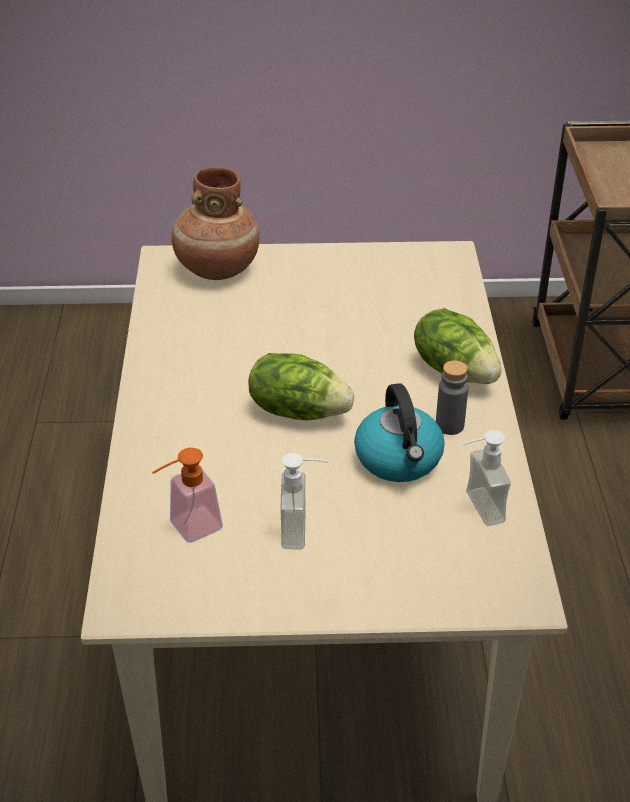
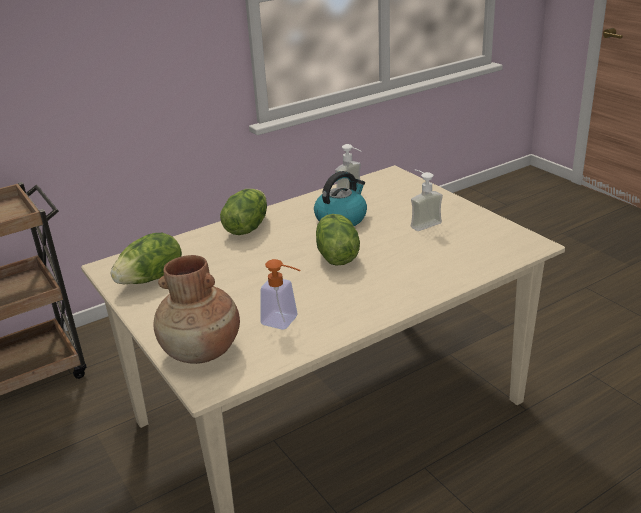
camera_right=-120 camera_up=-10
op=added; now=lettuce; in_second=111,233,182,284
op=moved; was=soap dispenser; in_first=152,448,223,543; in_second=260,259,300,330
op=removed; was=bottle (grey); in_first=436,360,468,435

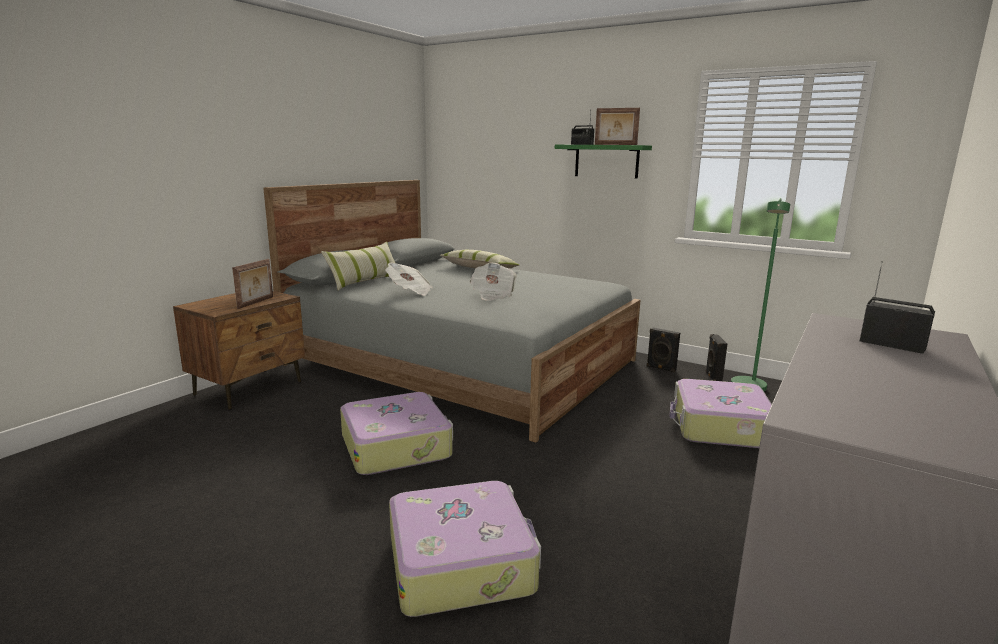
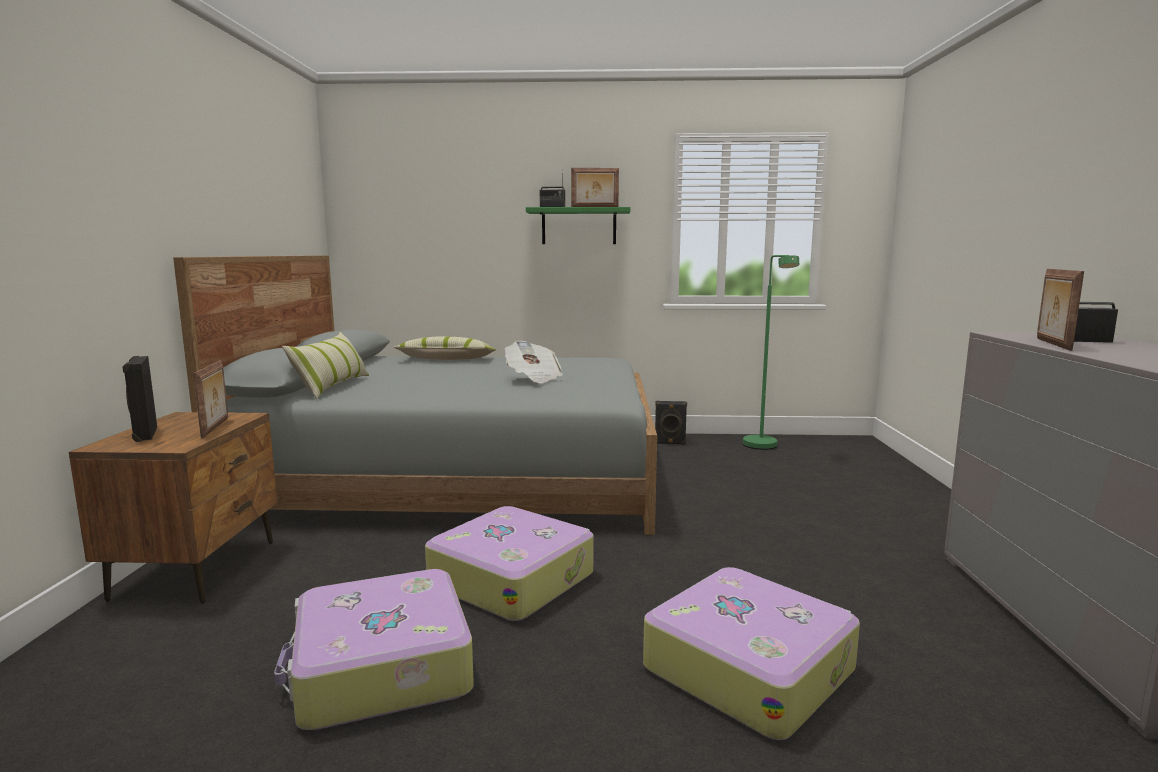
camera_right=-30 camera_up=-5
op=moved; was=speaker (black); in_first=705,334,727,381; in_second=123,356,157,442
op=moved; was=suitcase; in_first=670,379,772,448; in_second=274,569,474,730
op=added; now=picture frame; in_second=1037,269,1084,351
op=removed; was=newspaper; in_first=385,262,433,295

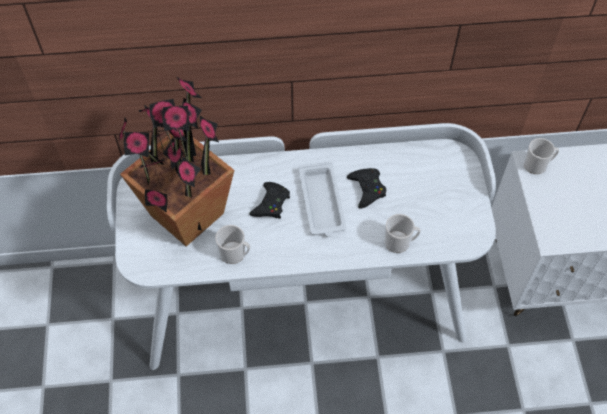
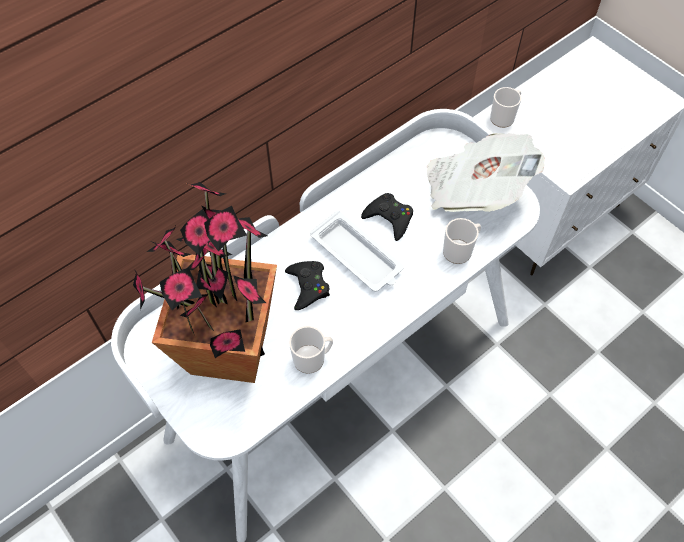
camera_right=-35 camera_up=0
op=added; now=newspaper; in_second=427,133,545,212

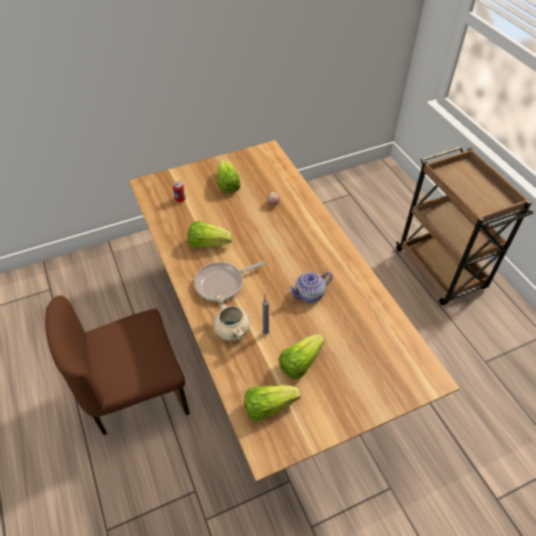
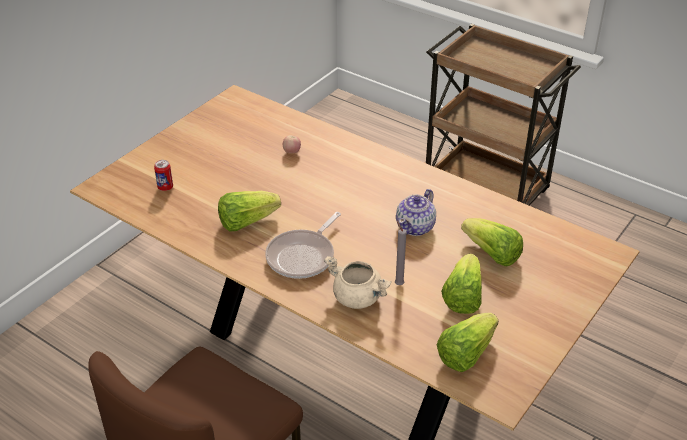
camera_right=-30 camera_up=-10
op=moved; was=lettuce; in_first=217,160,241,193; in_second=461,218,523,266

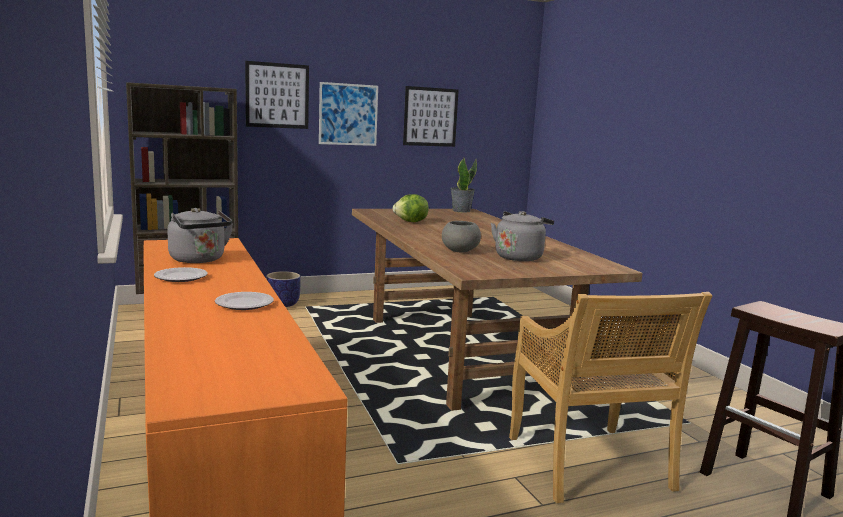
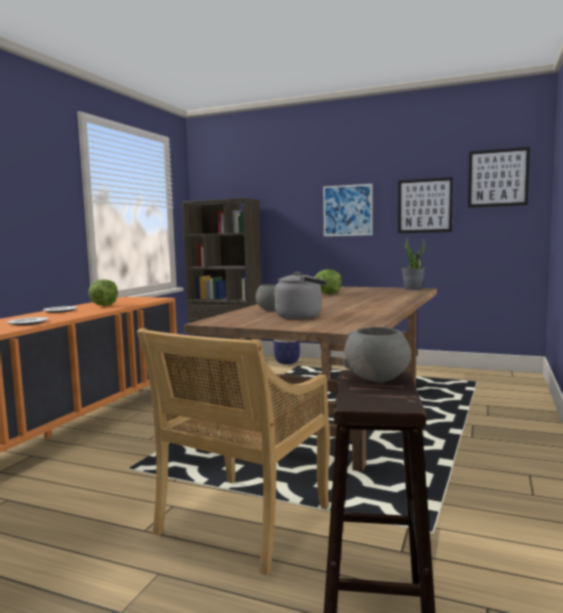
camera_right=45 camera_up=-5
op=replaced; was=kettle (grey); now=lettuce; in_first=167,208,233,263; in_second=88,279,118,306
op=added; now=bowl (grey); in_second=343,327,411,382
op=moved; was=picture; in_first=245,61,309,129; in_second=468,147,530,208

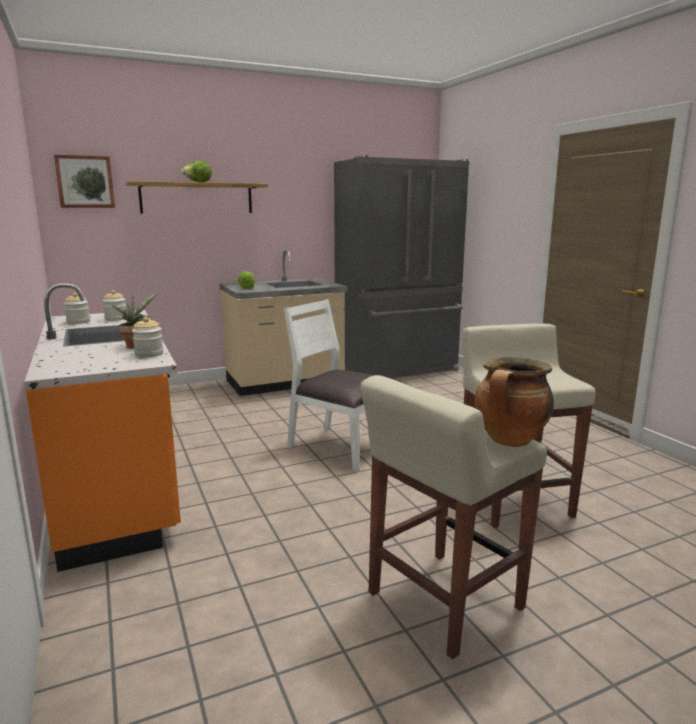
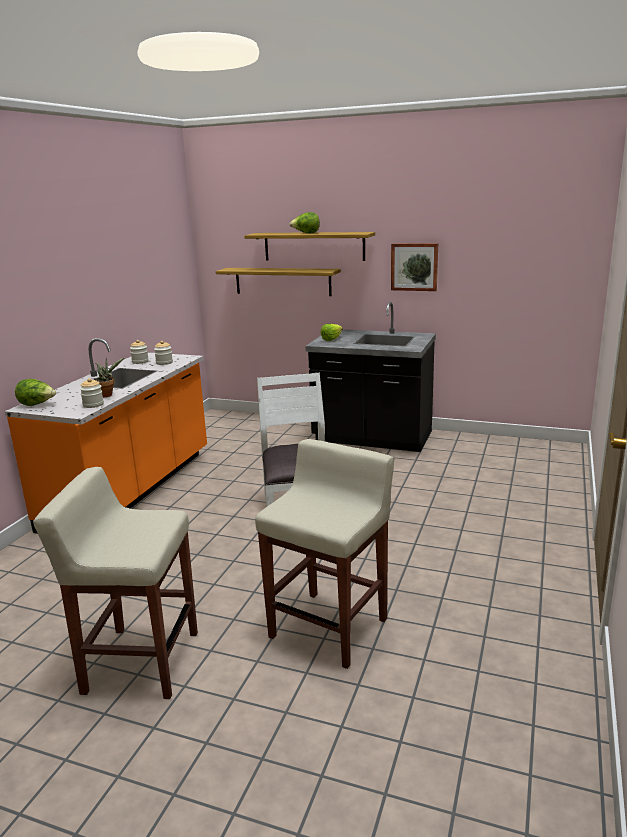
camera_right=45 camera_up=5
op=added; now=lettuce; in_second=15,379,56,406
op=added; now=shelf; in_second=215,268,341,296
op=recoloured; was=counter (beige); now=counter (black); in_first=219,250,347,396; in_second=305,302,436,452
op=moved; was=picture; in_first=54,155,115,208; in_second=391,243,438,291
op=removed; was=fridge (grey); in_first=334,155,470,378
op=removed; was=cooking pot; in_first=474,357,554,447

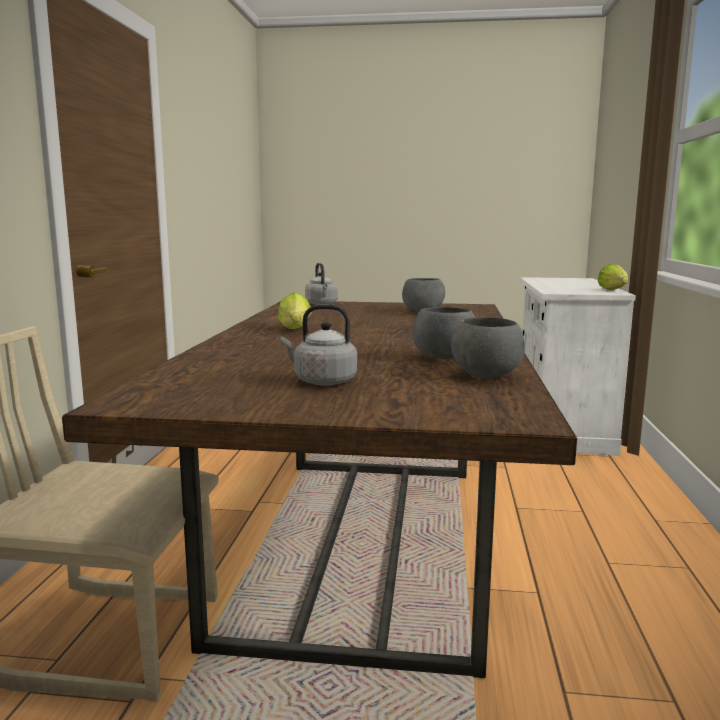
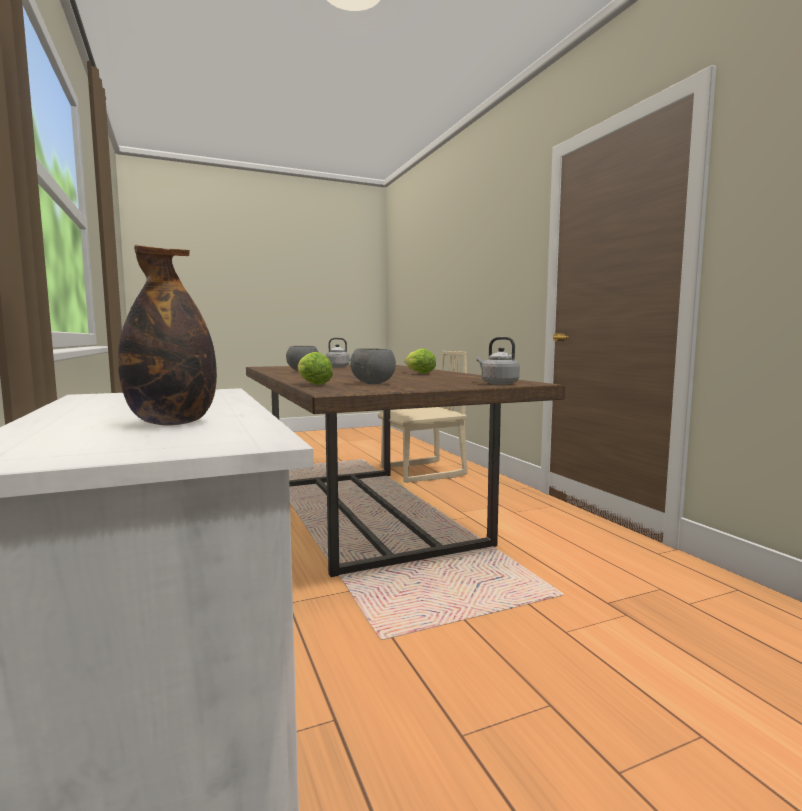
camera_right=150 camera_up=-5
op=added; now=bottle; in_second=118,245,217,426
op=moved; was=lettuce; in_first=598,264,628,290; in_second=298,352,333,385
op=removed; was=bowl (grey); in_first=451,317,525,378

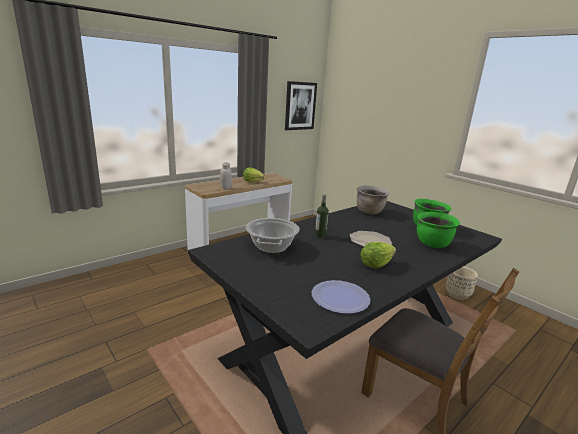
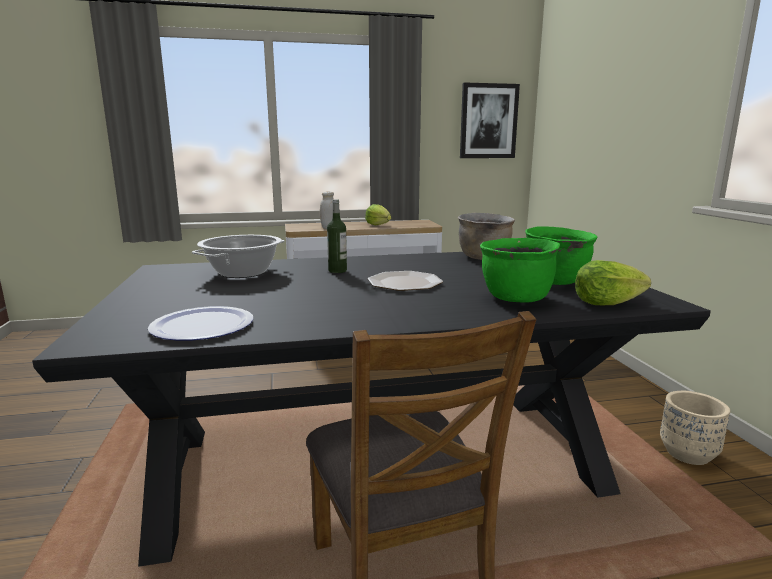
camera_right=30 camera_up=-5
op=moved; was=lettuce; in_first=361,242,396,268; in_second=575,260,651,305

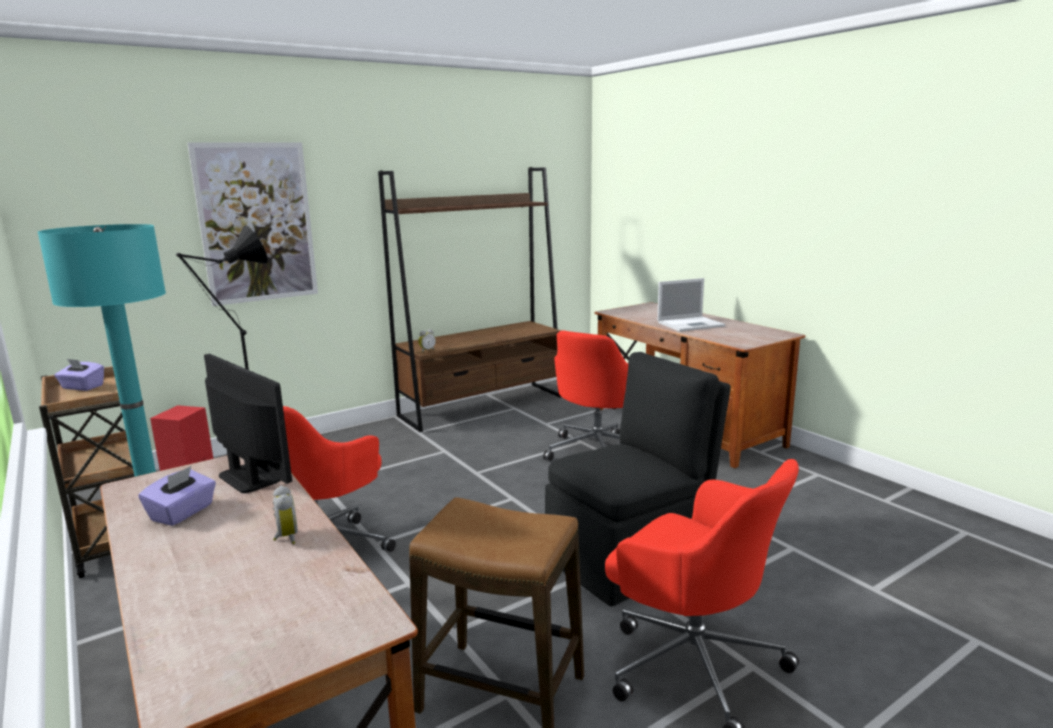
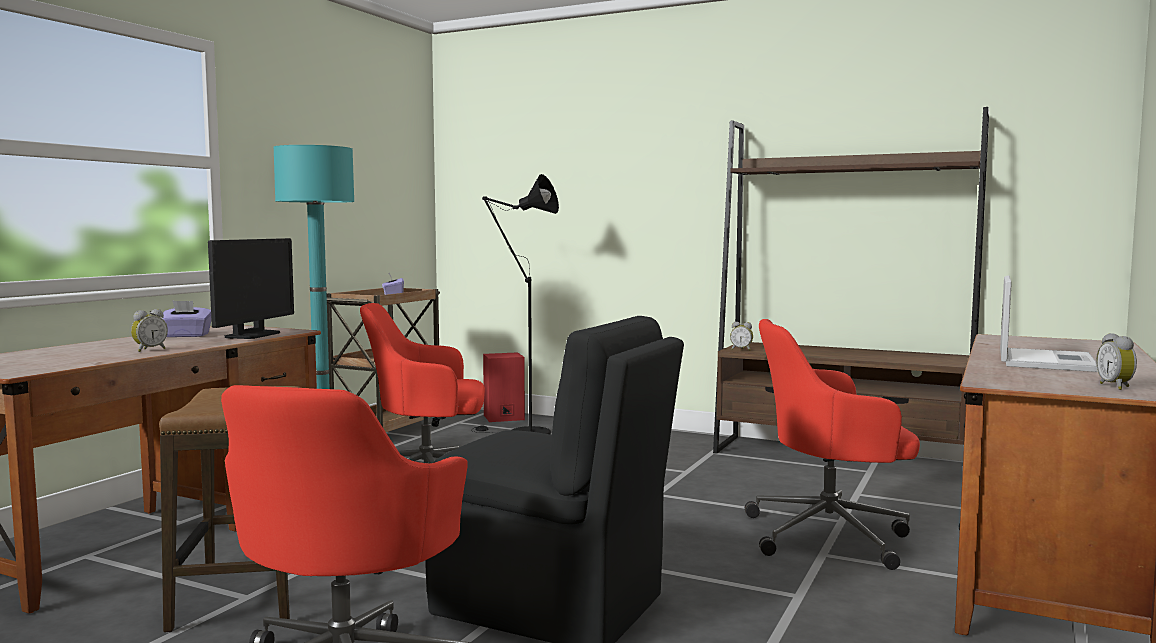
camera_right=60 camera_up=-10
op=turned; was=laptop; in_first=657,278,725,332; in_second=1000,275,1098,372; clockwise=-105
op=added; now=alarm clock; in_second=1096,333,1137,390
op=removed; was=picture; in_first=187,142,318,306

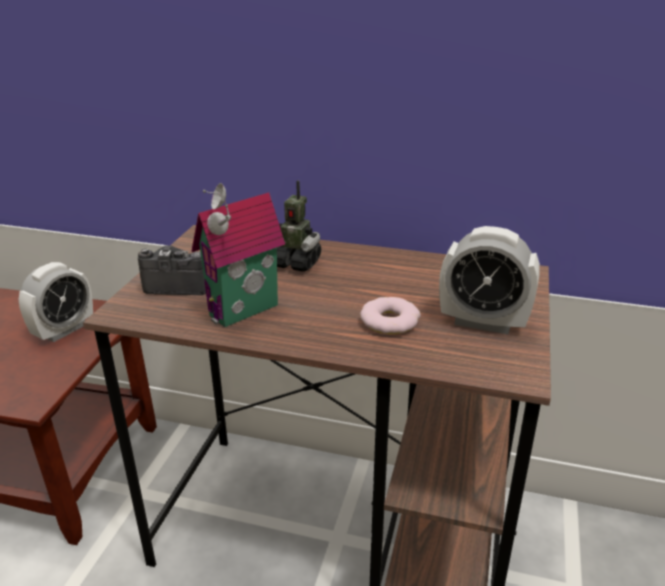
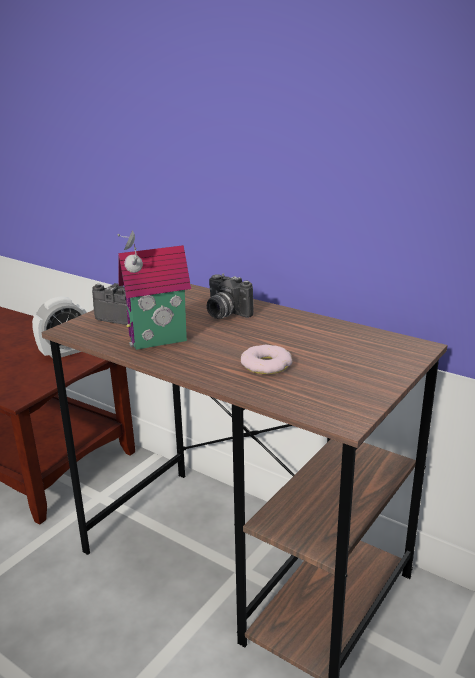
camera_right=20 camera_up=-5
op=replaced; was=toy robot; now=photo camera; in_first=277,180,321,272; in_second=207,273,254,319
op=removed; was=alarm clock; in_first=439,226,540,335

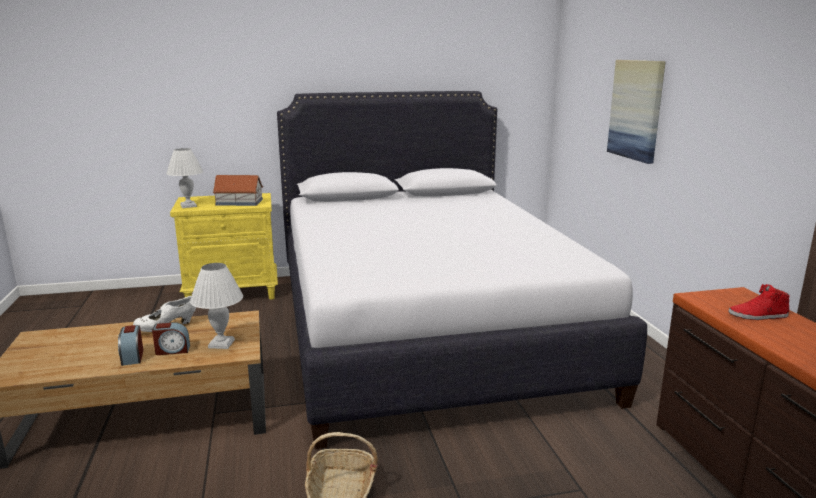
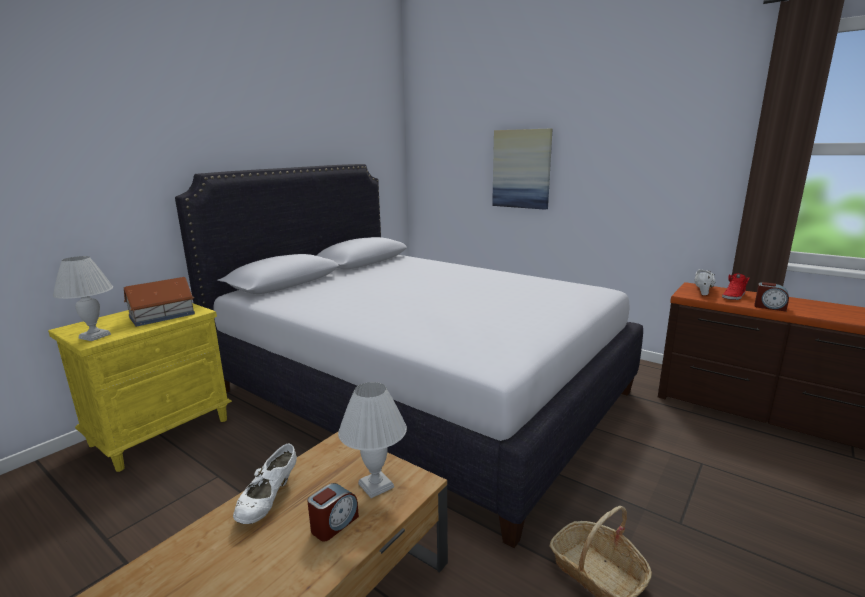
camera_right=-40 camera_up=0
op=added; now=shoe (white); in_second=695,269,716,295
op=moved; was=alarm clock; in_first=118,325,143,366; in_second=754,282,789,312

